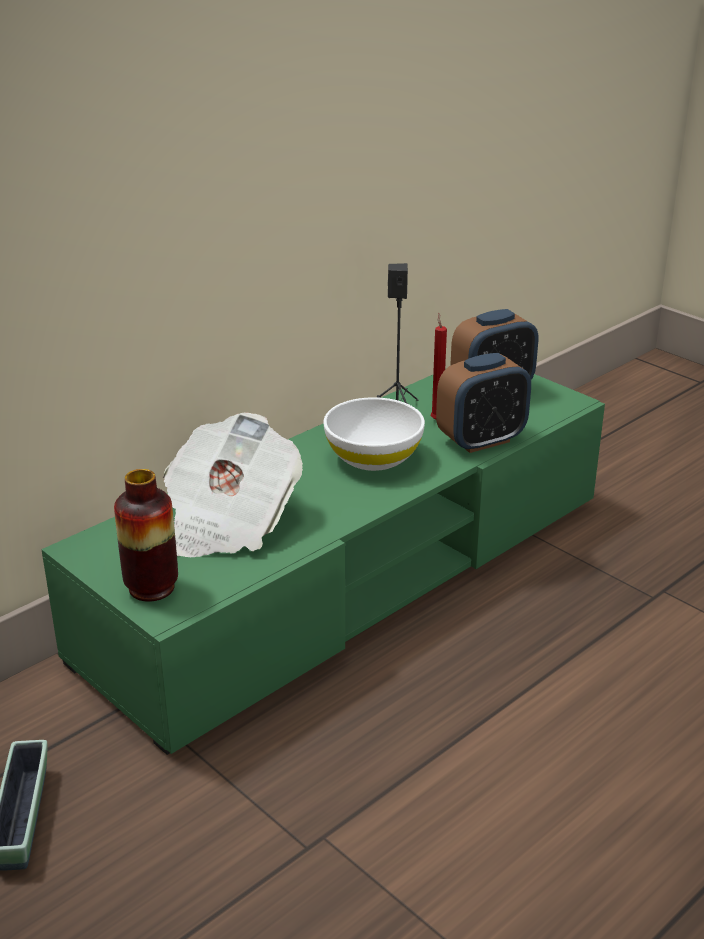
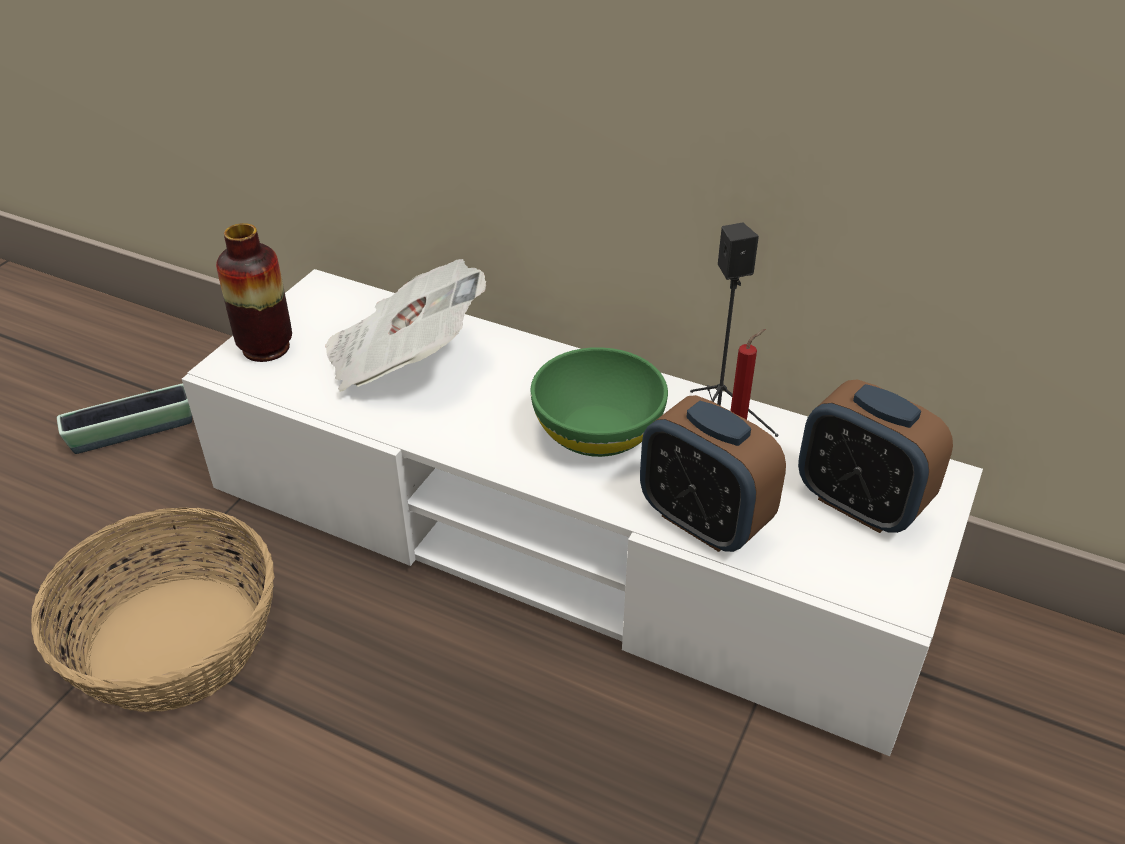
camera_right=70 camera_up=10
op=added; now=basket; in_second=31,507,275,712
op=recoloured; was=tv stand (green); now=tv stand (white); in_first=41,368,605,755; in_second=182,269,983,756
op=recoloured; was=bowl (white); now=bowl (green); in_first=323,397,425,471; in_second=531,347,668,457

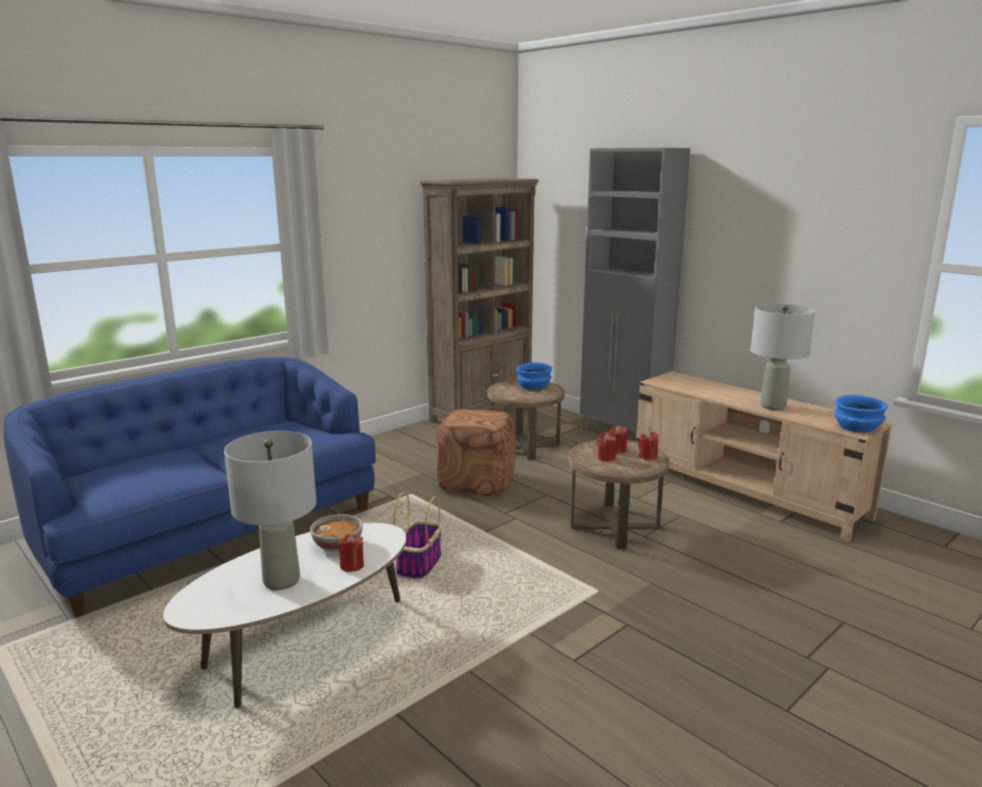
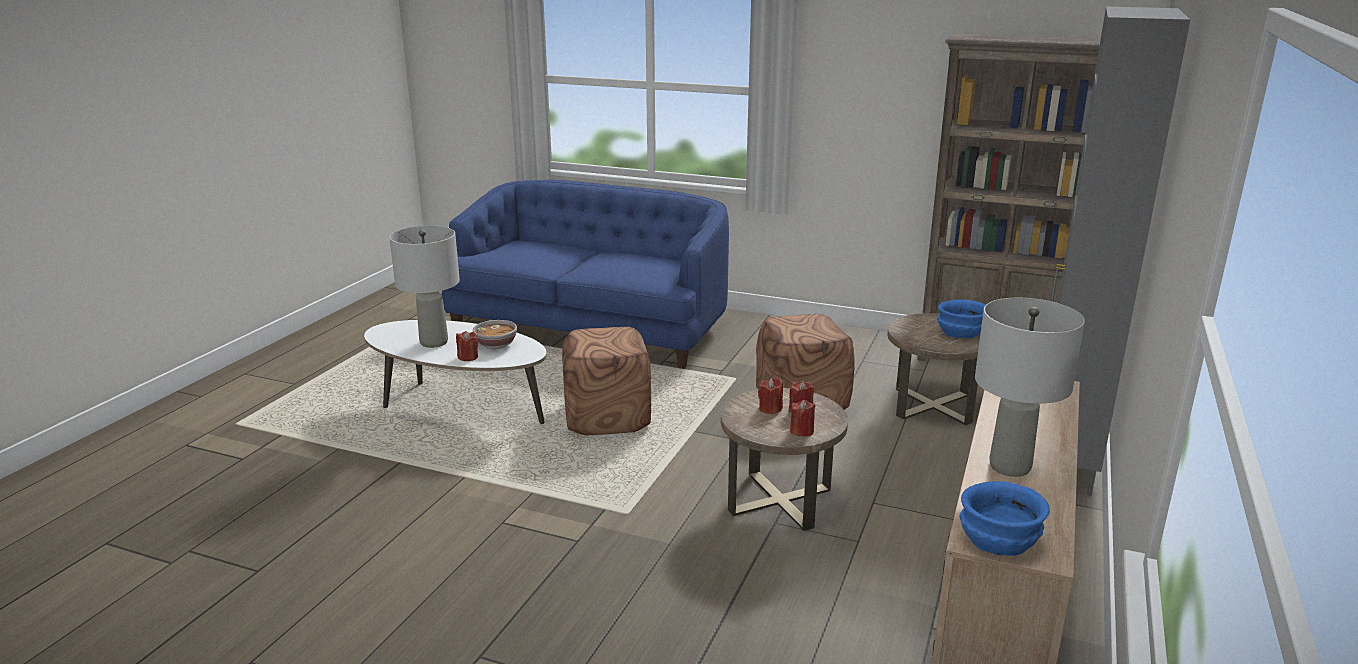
camera_right=65 camera_up=5
op=replaced; was=basket; now=ottoman (brown); in_first=393,492,442,580; in_second=562,327,651,436

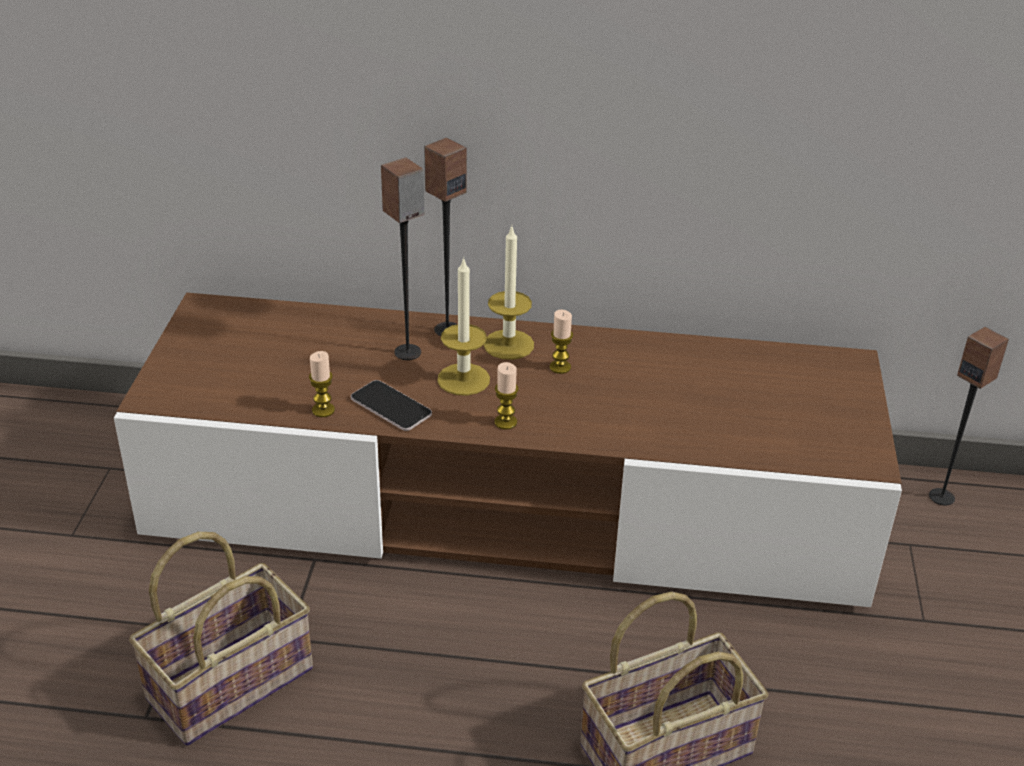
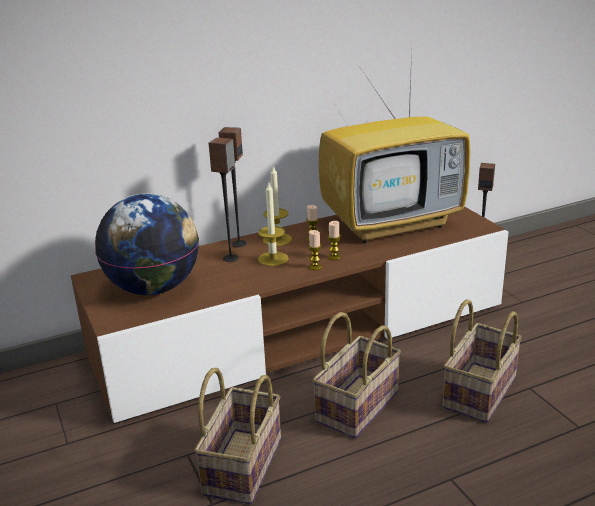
camera_right=-30 camera_up=-10
op=added; now=globe; in_second=95,193,199,295
op=added; now=basket; in_second=312,312,401,439
op=added; now=television; in_second=319,52,471,243
op=moved; was=candle; in_first=309,351,335,417; in_second=328,221,341,260
op=removed; was=phone; in_first=351,380,432,431

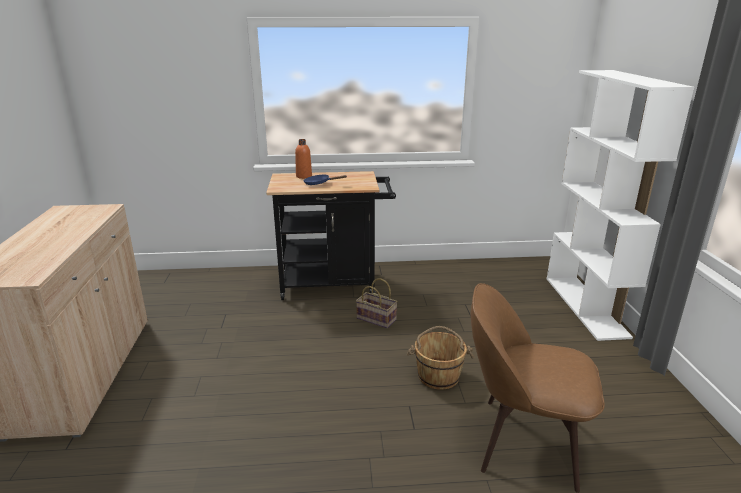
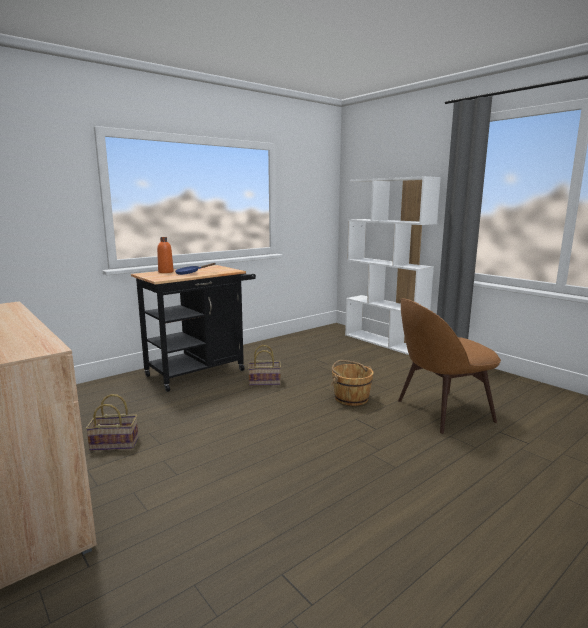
camera_right=-35 camera_up=-10
op=added; now=basket; in_second=86,394,138,451

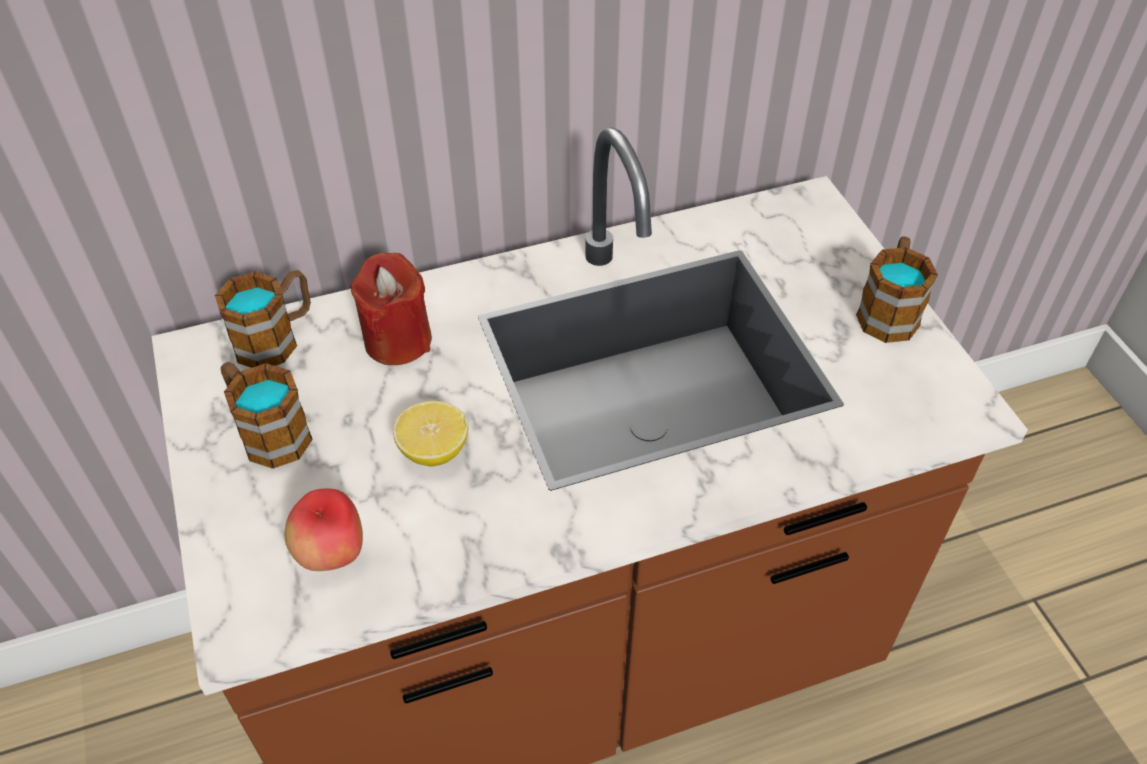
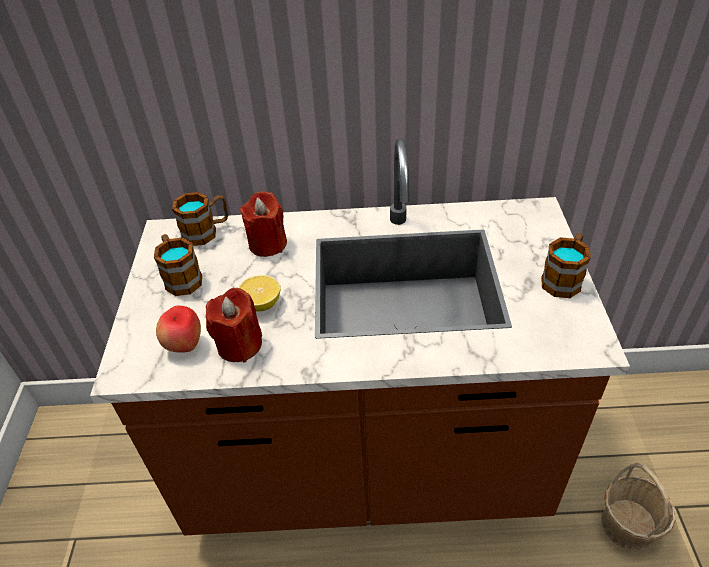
camera_right=20 camera_up=-5
op=added; now=candle (red); in_second=206,288,262,362
op=added; now=basket; in_second=602,463,676,551

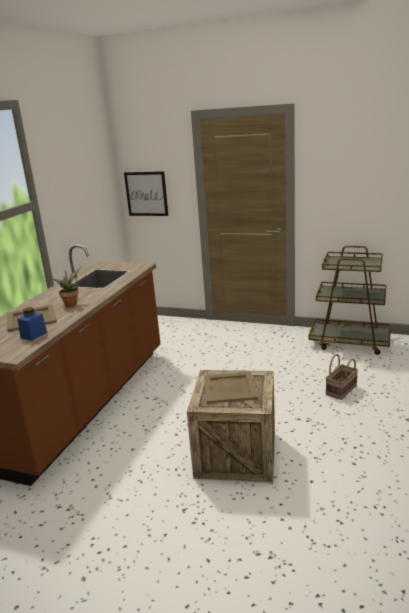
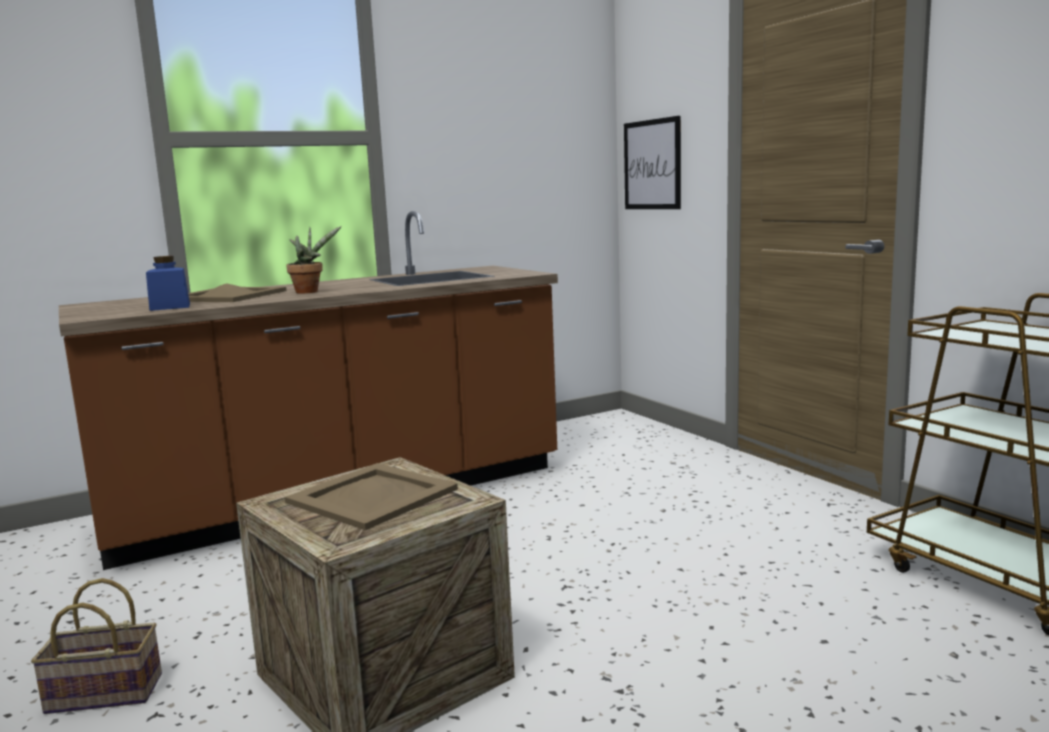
camera_right=40 camera_up=-10
op=moved; was=basket; in_first=326,354,358,400; in_second=31,578,162,714

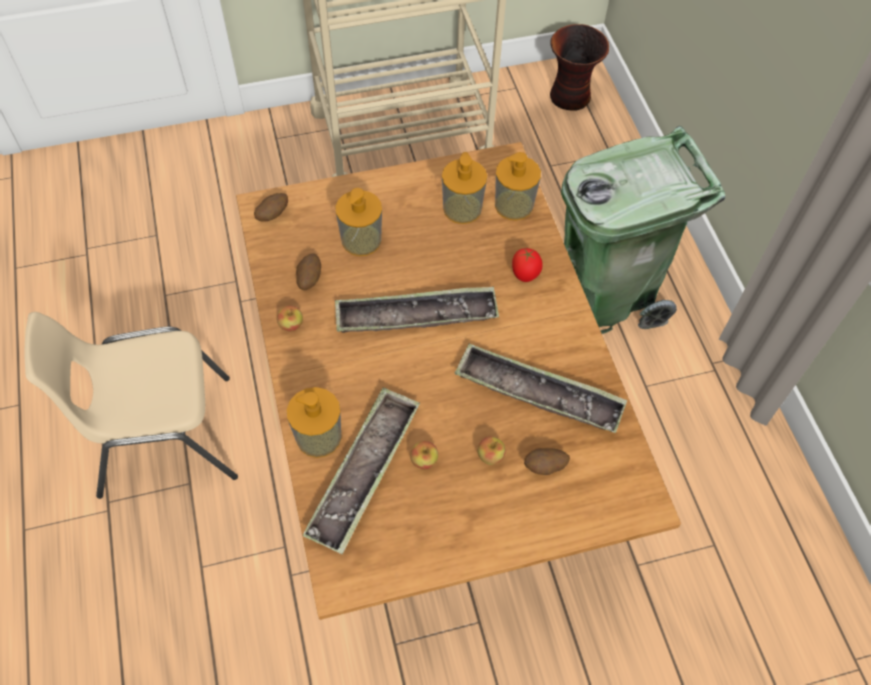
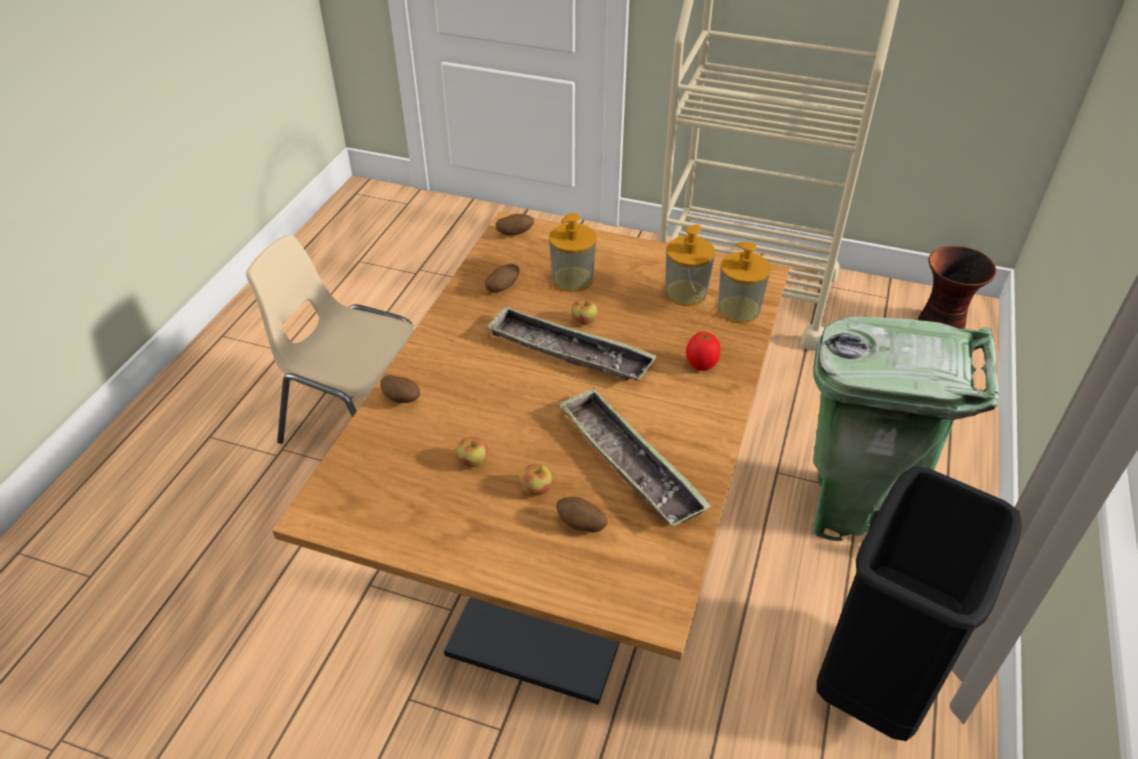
camera_right=35 camera_up=-15
op=replaced; was=soap dispenser; now=potato; in_first=287,387,341,458; in_second=381,375,420,403
op=moved; was=apple; in_first=277,306,303,331; in_second=571,299,598,325
op=added; now=trash can (black); in_second=817,466,1022,741
op=removed; was=tray; in_first=302,387,420,554

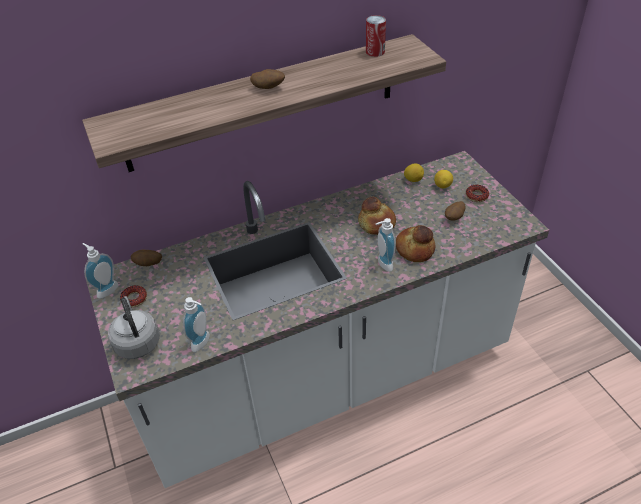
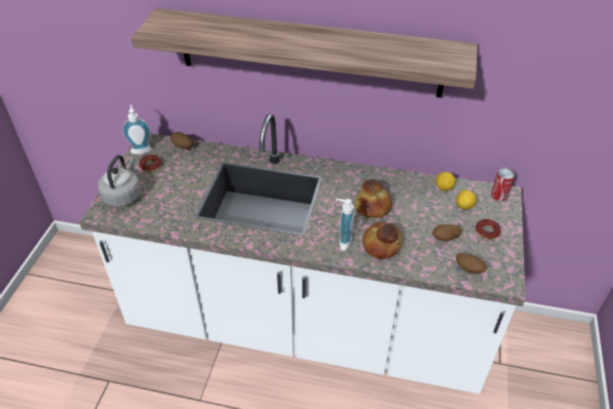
camera_right=35 camera_up=0
op=moved; was=potato; in_first=250,69,285,89; in_second=456,253,487,274
op=moved; was=can; in_first=366,15,386,57; in_second=491,168,515,201
op=removed; was=soap dispenser; in_first=183,297,210,352

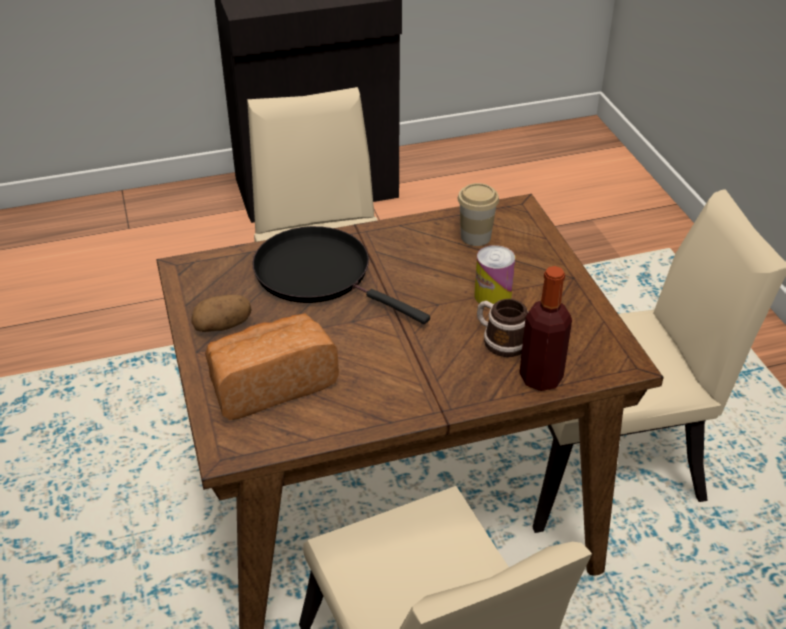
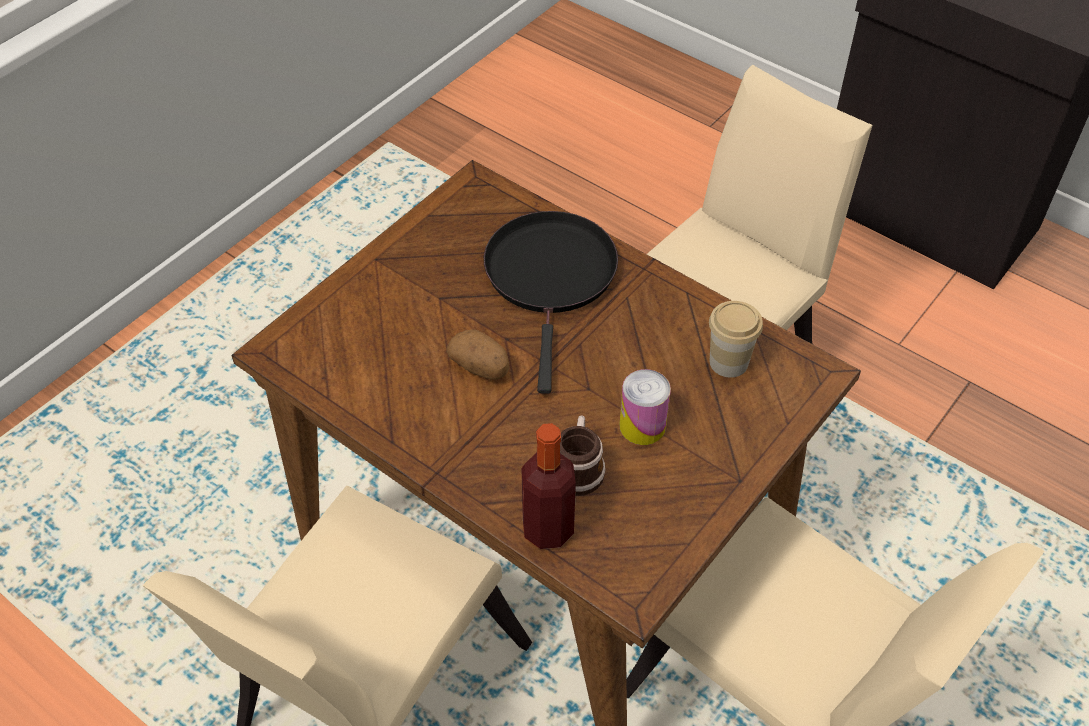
camera_right=55 camera_up=10
op=moved; was=potato; in_first=192,295,252,332; in_second=446,329,509,380
op=removed; was=bread; in_first=205,313,339,420

